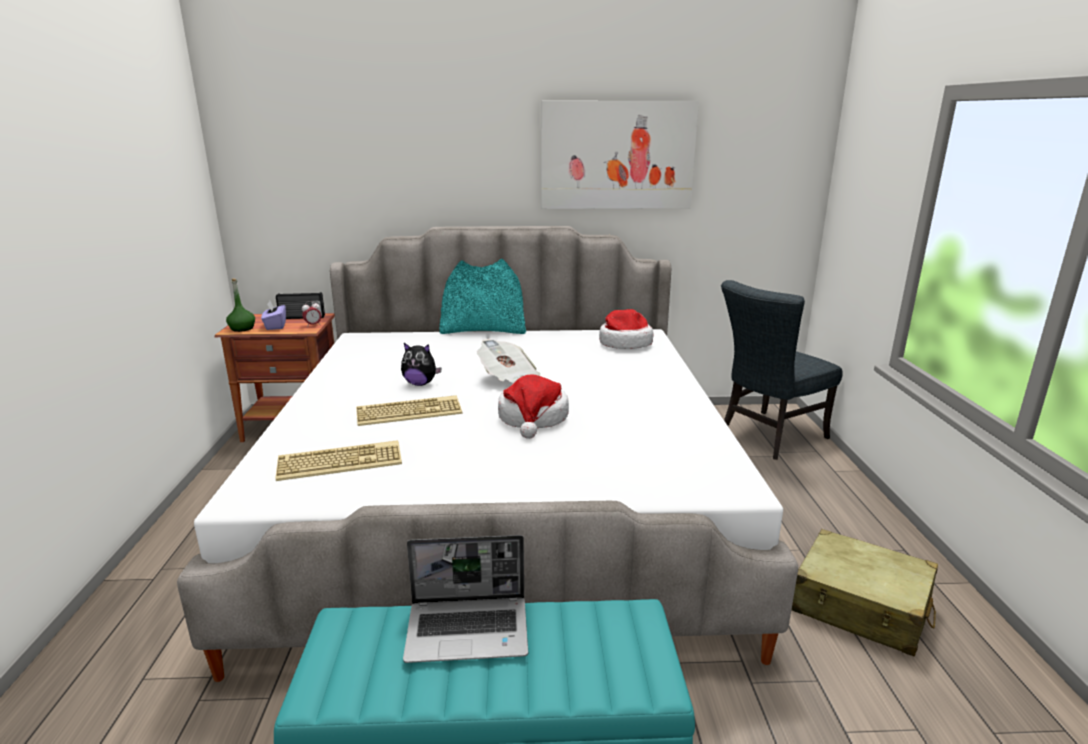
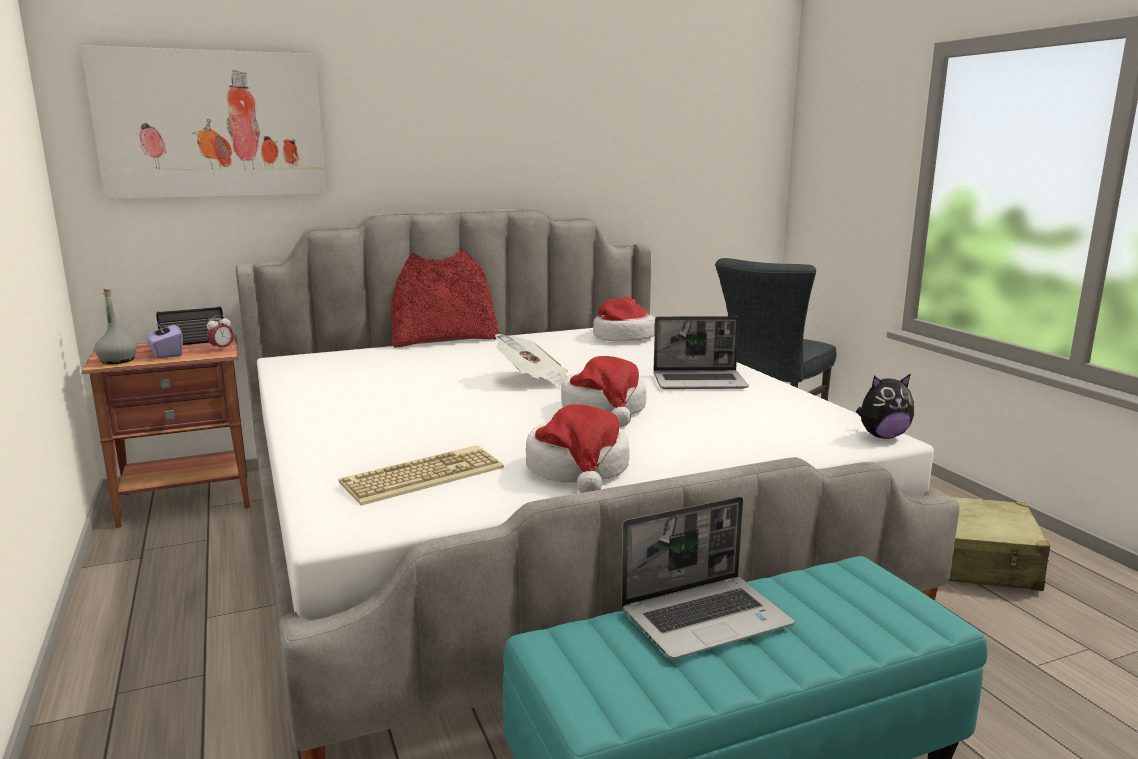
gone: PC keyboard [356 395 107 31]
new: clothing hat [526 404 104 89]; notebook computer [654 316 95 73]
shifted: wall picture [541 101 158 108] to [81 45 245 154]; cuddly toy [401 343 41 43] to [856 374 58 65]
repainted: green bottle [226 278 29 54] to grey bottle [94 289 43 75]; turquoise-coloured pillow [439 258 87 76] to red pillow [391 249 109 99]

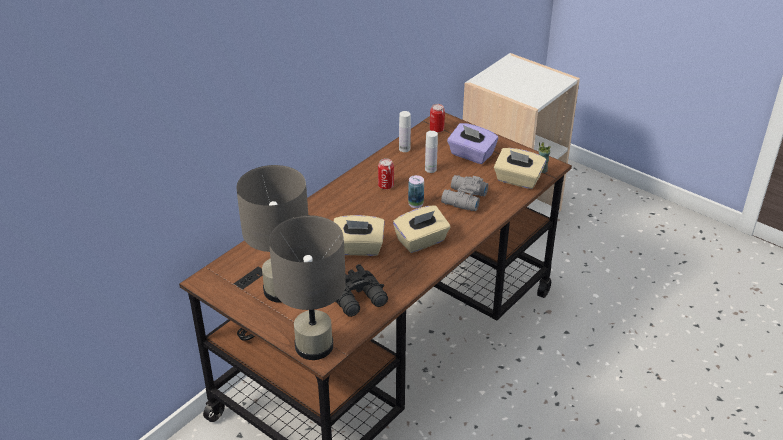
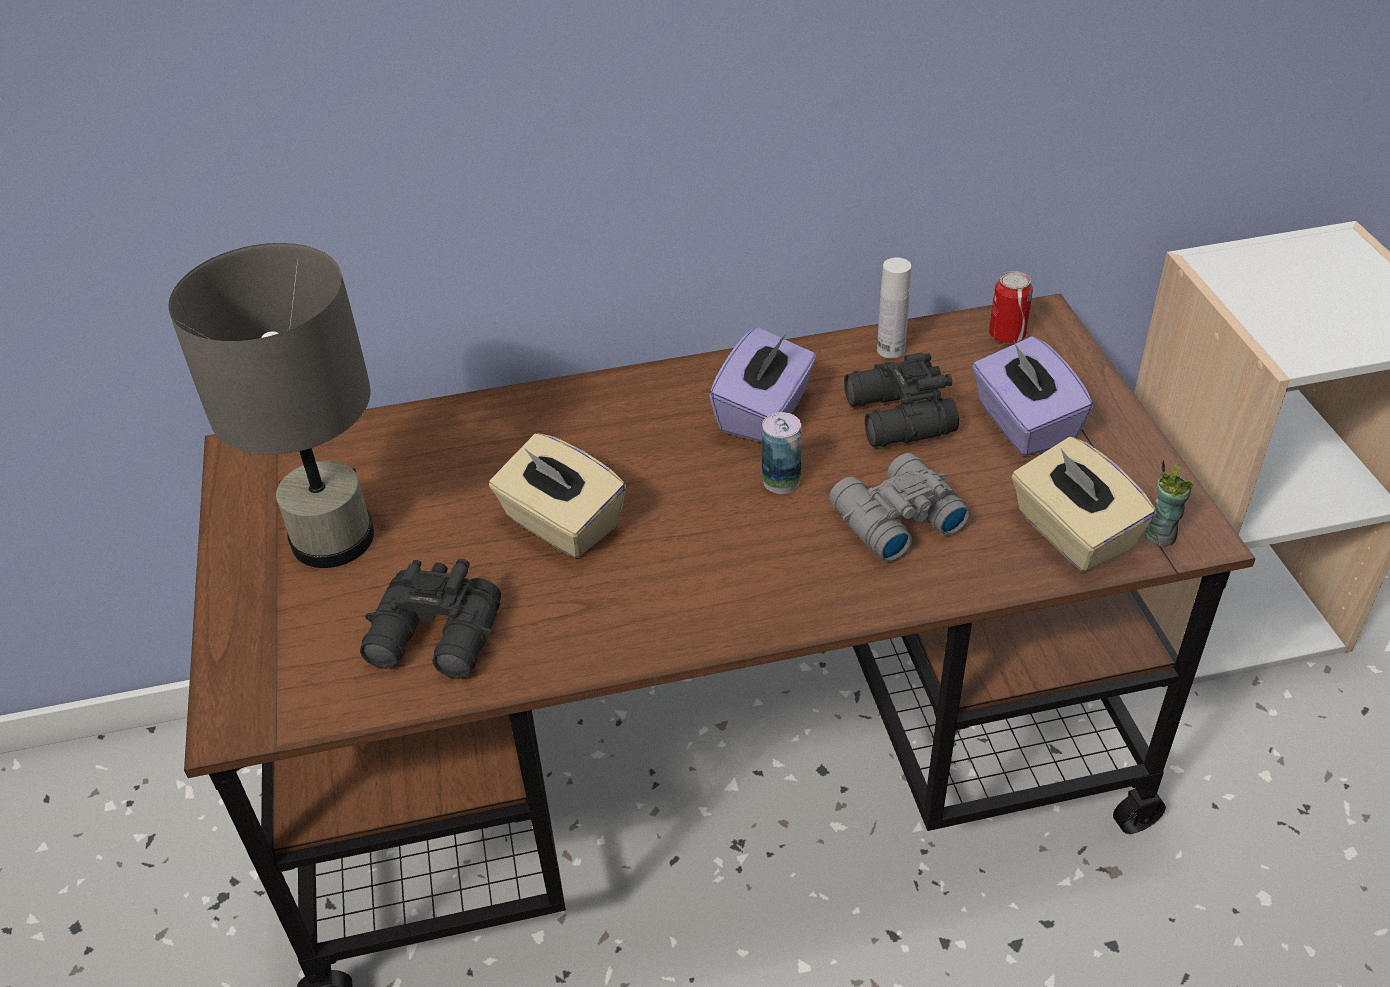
gone: grey lamp for a table [269 215 76 145]; beige box of tissues [393 205 57 48]
swapped: can [378 158 16 31] to purplish box of tissues [709 327 107 116]; white bottle [425 131 13 42] to black-coloured binoculars [844 352 115 95]

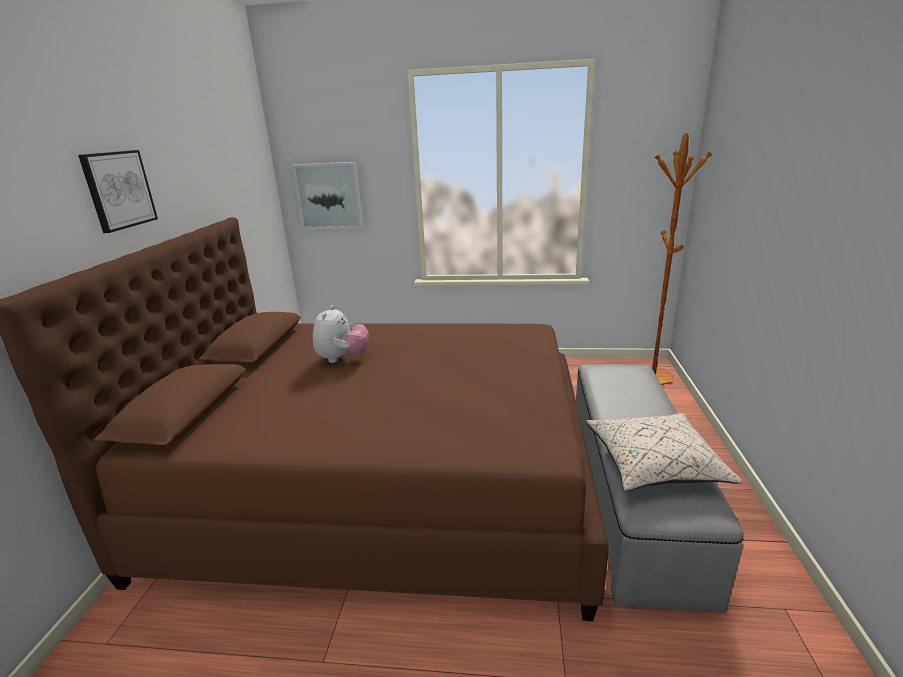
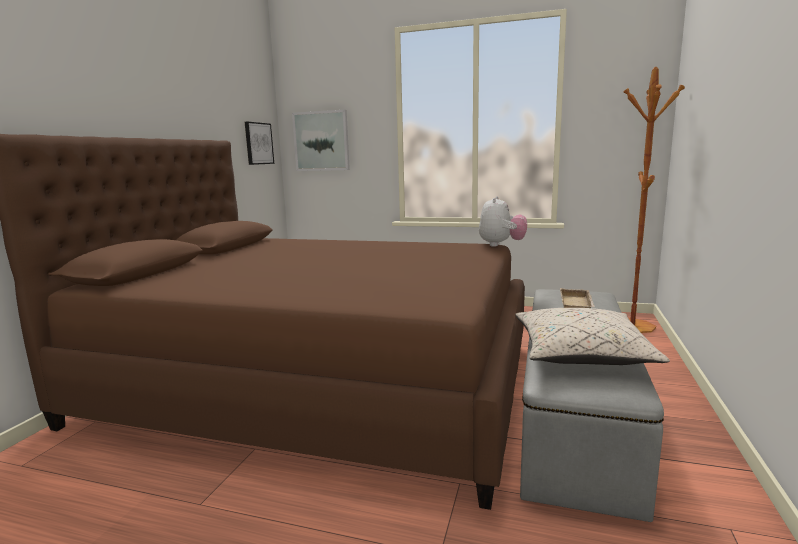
new: beige serving tray [560 288 35 20]
shifted: wall picture [78 150 80 83] to [245 122 29 43]; cuddly toy [313 305 56 58] to [479 196 48 51]

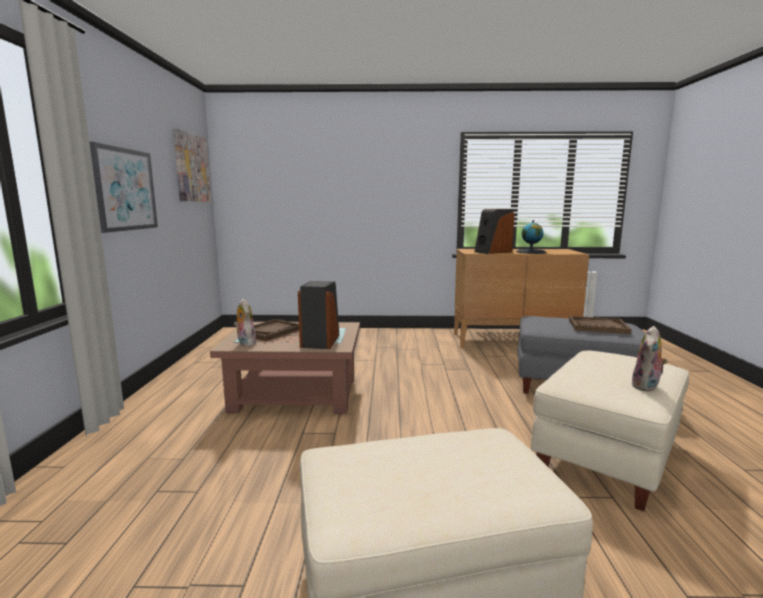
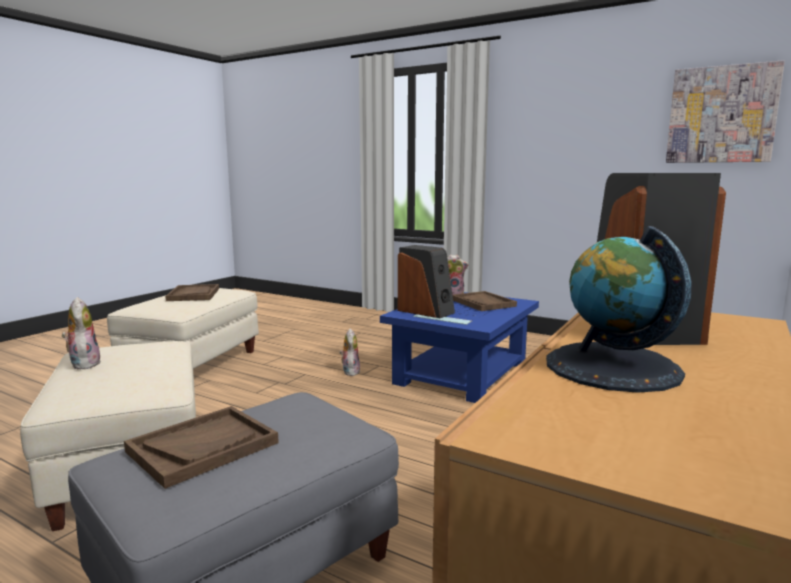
gone: wall picture [90 142 68 91]
new: brown-coloured serving tray [165 284 54 17]; cuddly toy [339 328 21 48]
repainted: brown-coloured low table [210 322 150 92] to blue low table [380 292 159 111]

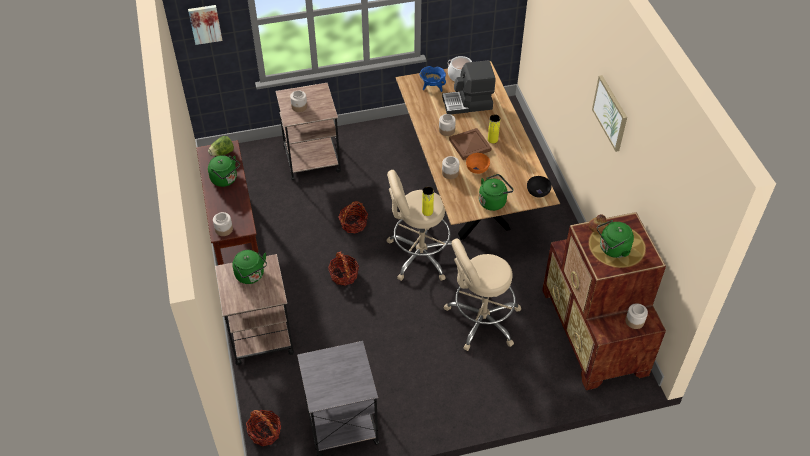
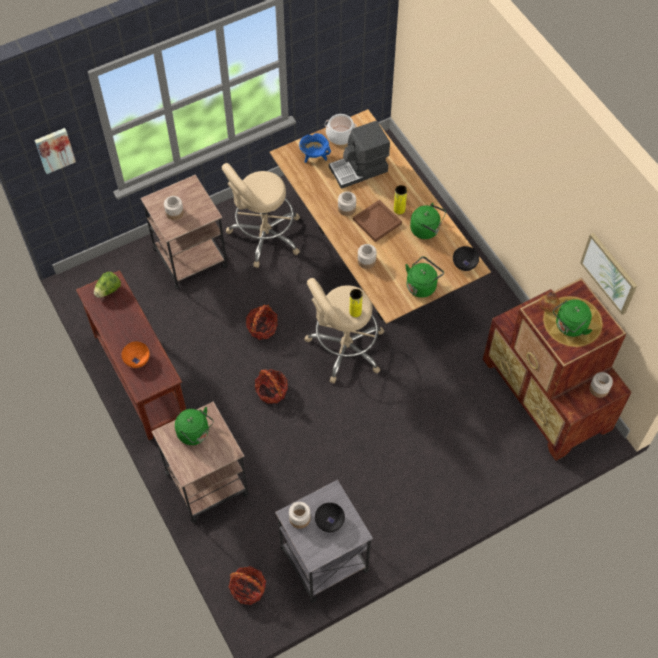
new: black-coloured bowl [315 503 30 29]
shifted: orange bowl [466 153 24 21] to [122 342 28 26]; beige sitting stool [444 238 77 113] to [221 163 79 105]; storage jar [213 212 20 24] to [289 502 21 27]; green kettle [208 155 32 32] to [410 203 36 36]; wall picture [592 75 35 77] to [580 233 57 82]

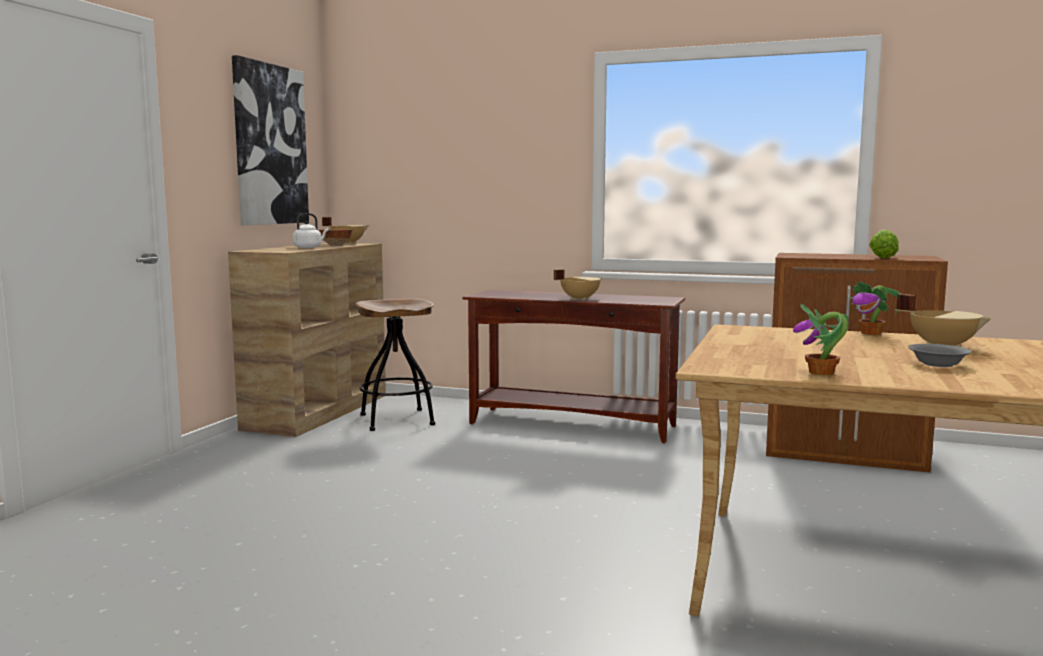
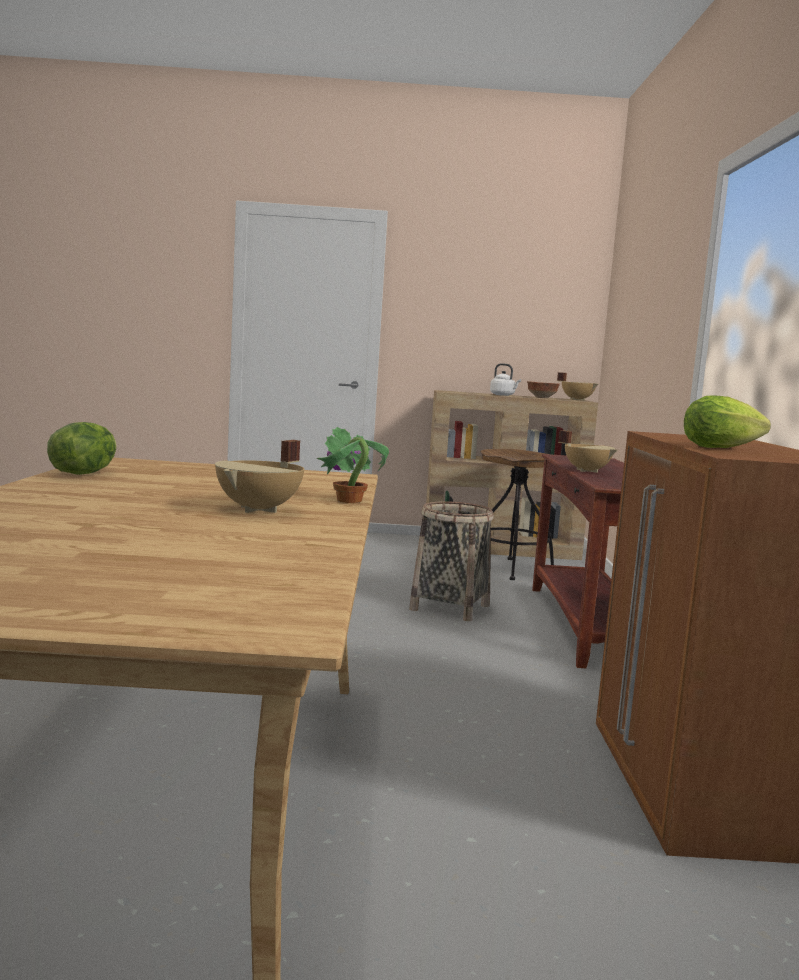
gone: wall picture [232 55 77 170]; grey bowl [908 344 64 23]
new: household basket [409 501 85 120]
swapped: plant in a pot [793 304 55 71] to lettuce [47 422 70 53]

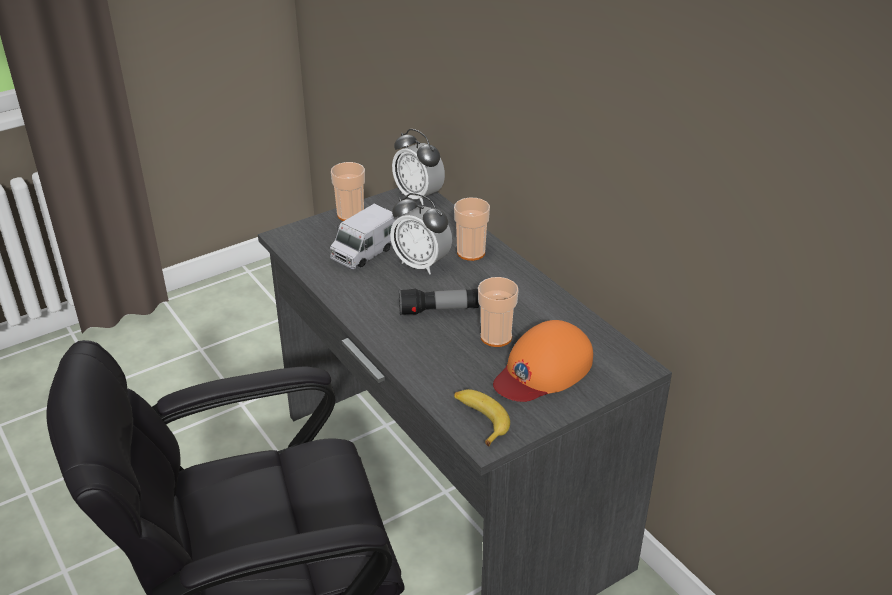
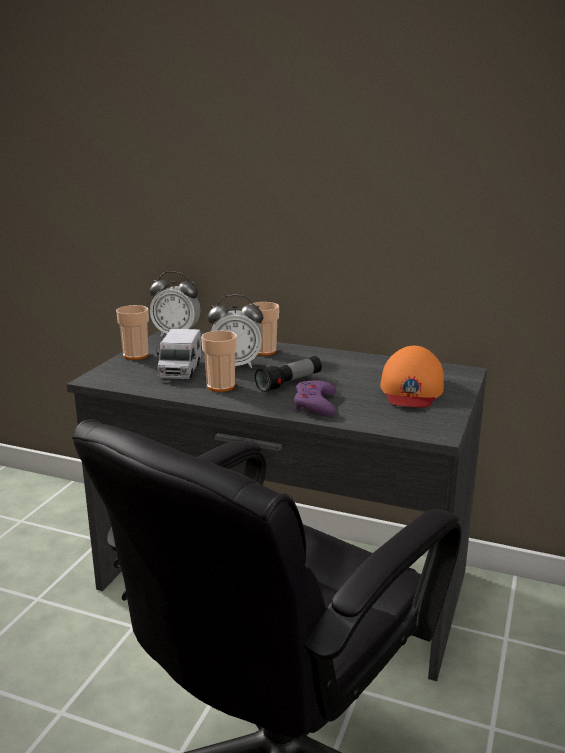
gone: banana fruit [454 389 56 58]
new: purplish game controller [294 381 42 35]
shifted: small cup [478 277 41 70] to [201 330 36 62]

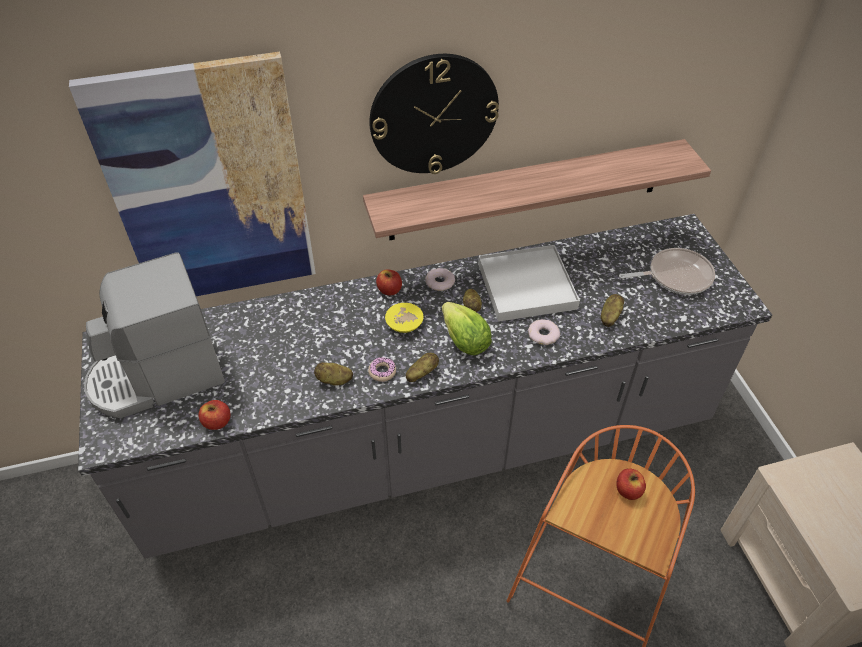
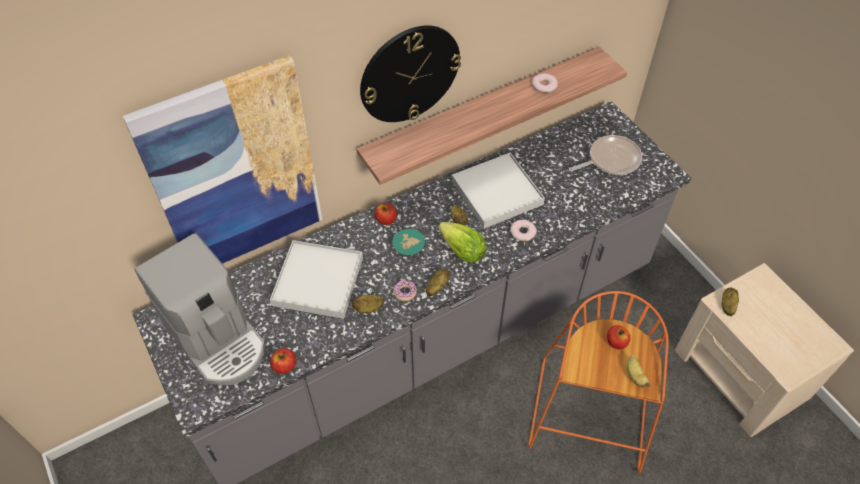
new: white serving tray [270 240 93 79]; banana fruit [627 354 24 34]
shifted: ring doughnut [425 268 30 23] to [532 73 26 20]; whole potato [601 294 23 33] to [722 288 17 28]
repainted: yellow bowl [385 303 39 30] to turquoise-coloured bowl [393 229 32 27]
rotated: coffee maker [84 252 141 166] = [134 233 131 153] 90 degrees counterclockwise

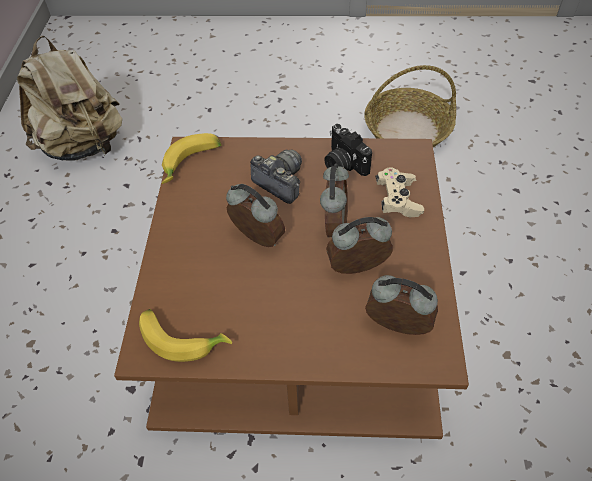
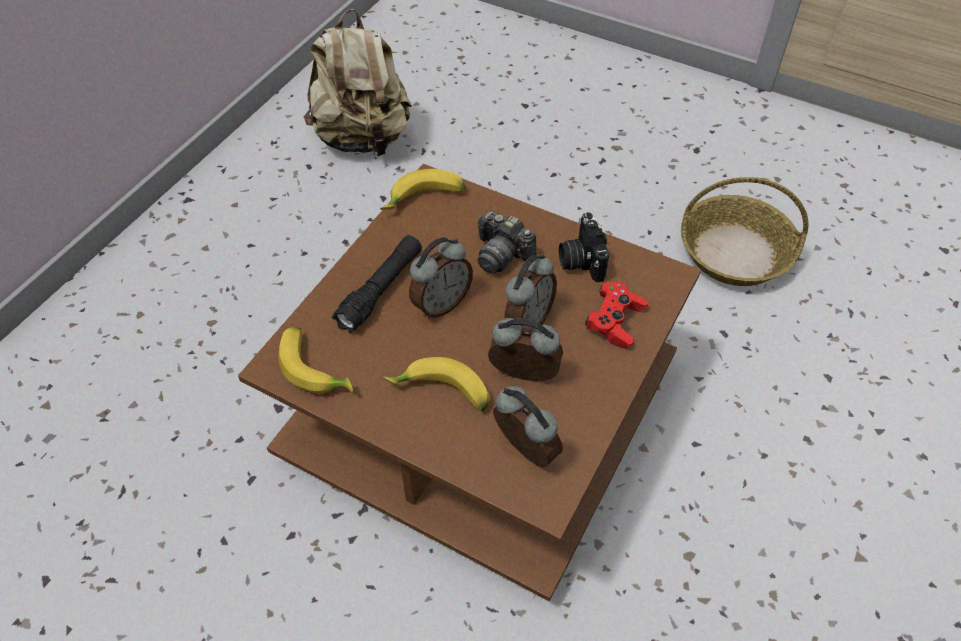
new: black-coloured torch [332 235 90 98]; banana fruit [383 357 107 55]
repainted: beige game controller [375 167 49 50] to red game controller [585 282 63 67]
rotated: alarm clock [226 184 59 63] = [409 237 64 82] 75 degrees clockwise; photo camera [250 150 52 54] = [478 210 58 64] 150 degrees clockwise

